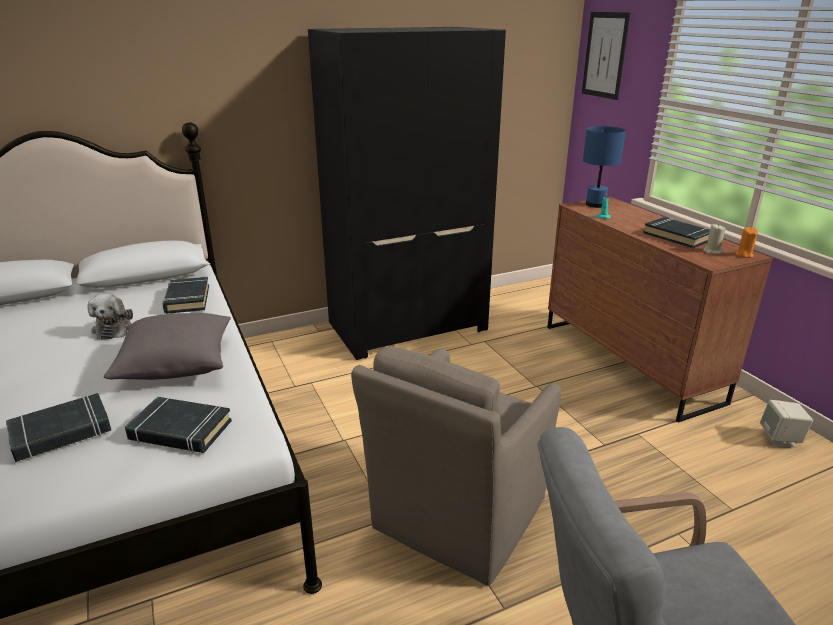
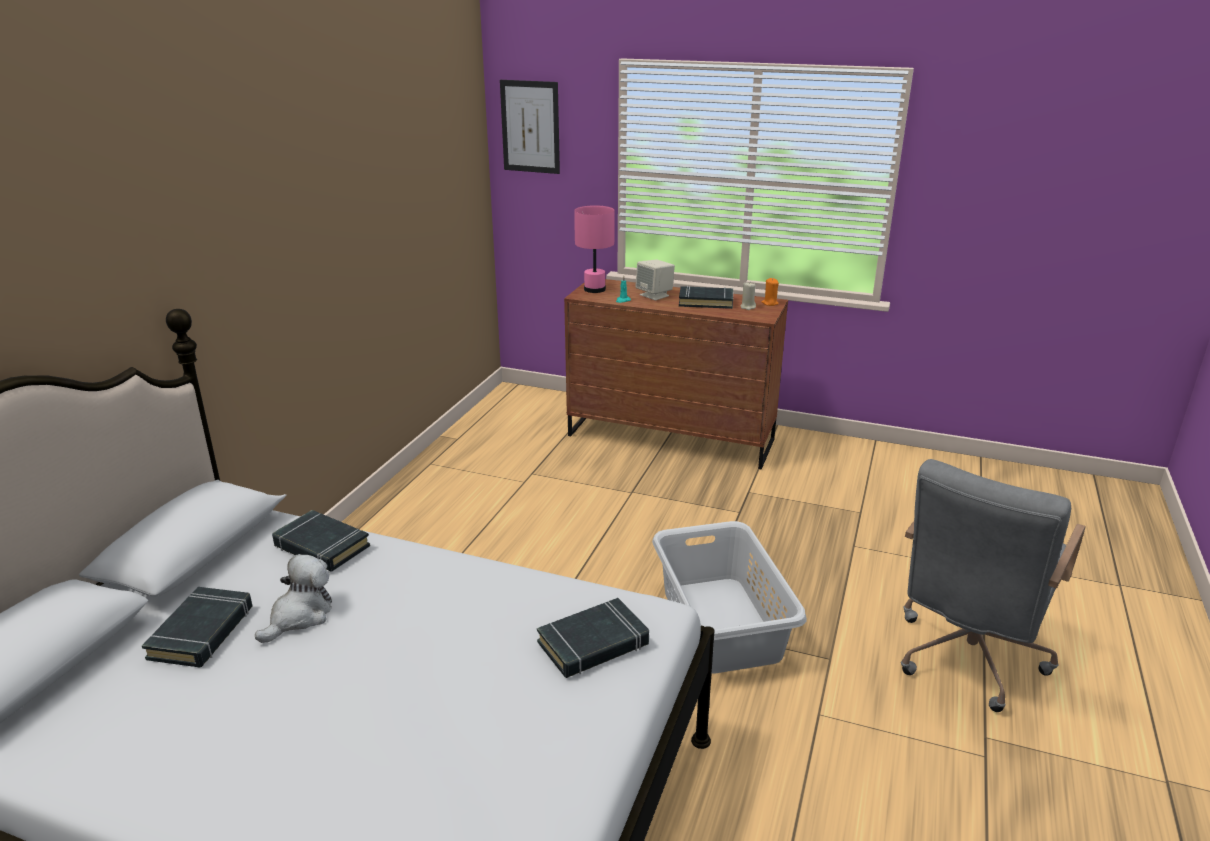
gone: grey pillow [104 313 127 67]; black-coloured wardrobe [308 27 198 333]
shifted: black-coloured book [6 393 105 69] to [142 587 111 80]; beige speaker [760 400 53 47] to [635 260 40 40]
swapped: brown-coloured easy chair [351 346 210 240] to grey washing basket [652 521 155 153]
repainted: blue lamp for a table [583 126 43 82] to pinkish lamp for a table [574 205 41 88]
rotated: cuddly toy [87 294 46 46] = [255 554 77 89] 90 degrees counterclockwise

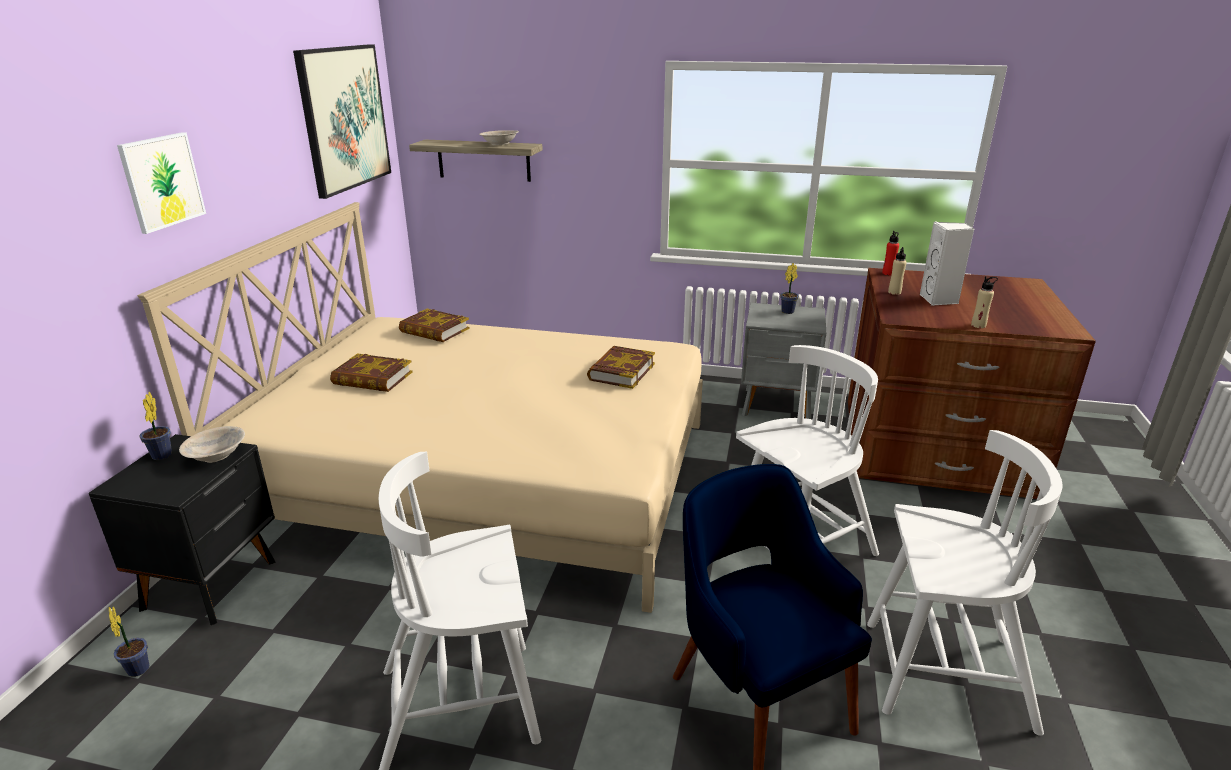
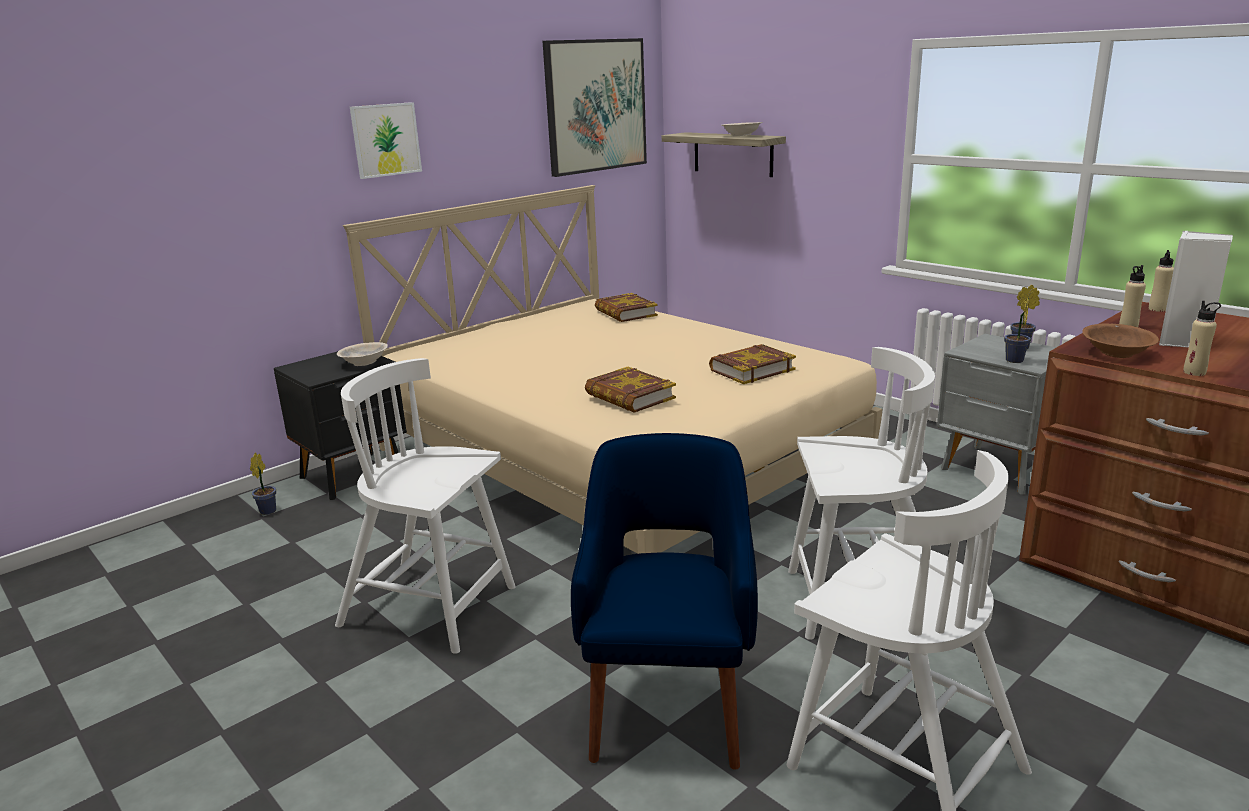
new: brown-coloured bowl [1082 324 77 34]
shifted: book [330 353 82 39] to [585 367 91 46]; plant in a pot [139 391 33 69] to [1004 299 27 64]
repainted: red bottle [882 231 17 44] to beige bottle [1148 250 26 62]

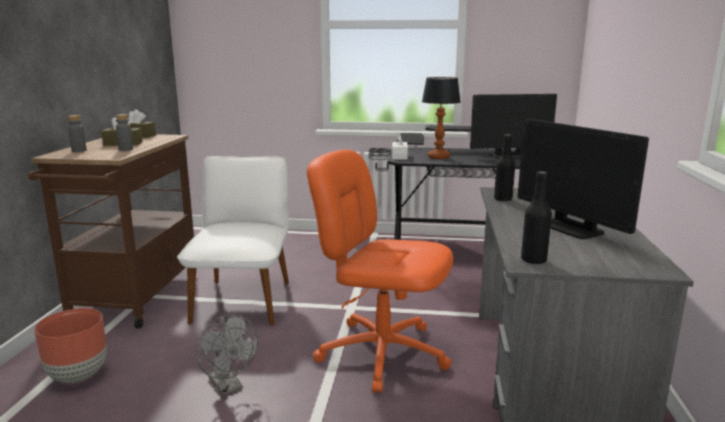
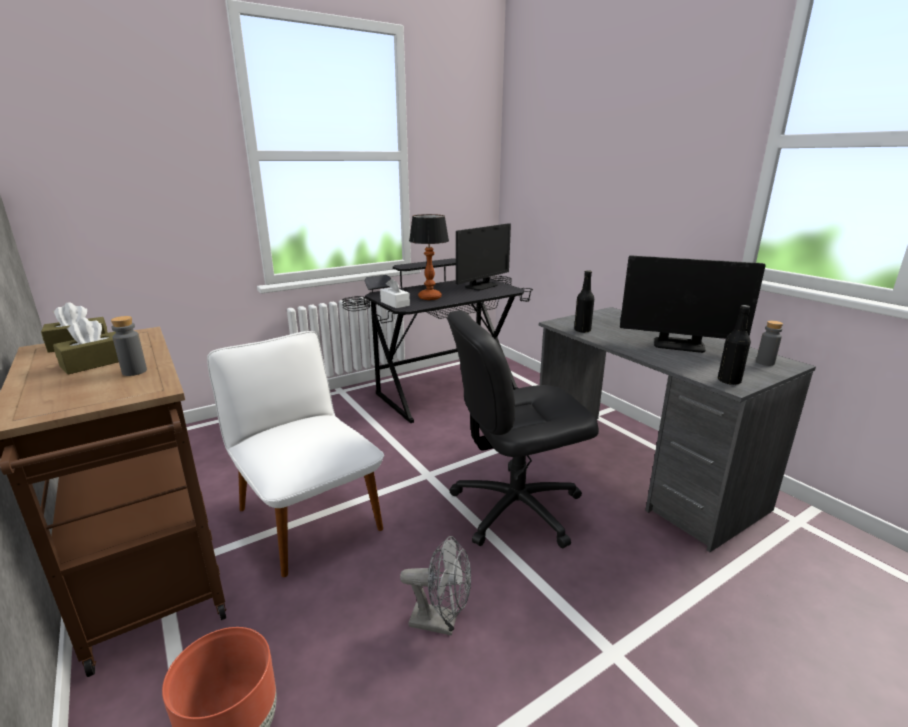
shifted: grey bottle [68 115 19 37] to [756 321 27 45]
repainted: orange computer chair [307 150 146 243] to black-coloured computer chair [447 310 152 238]

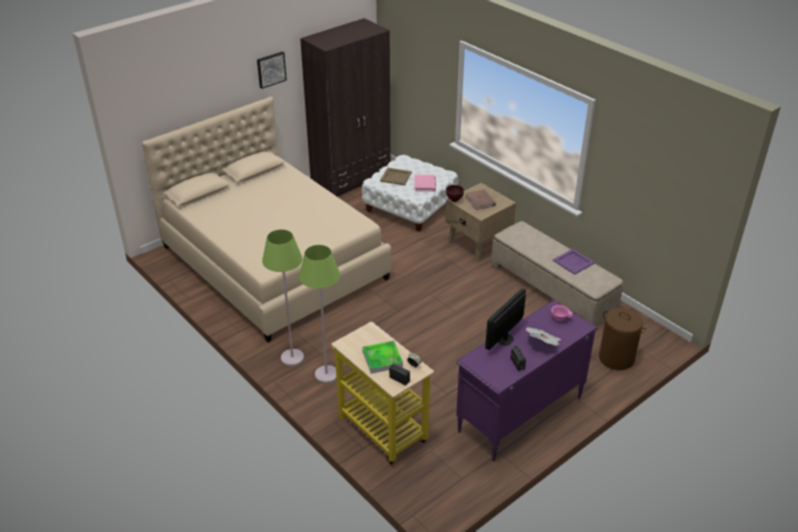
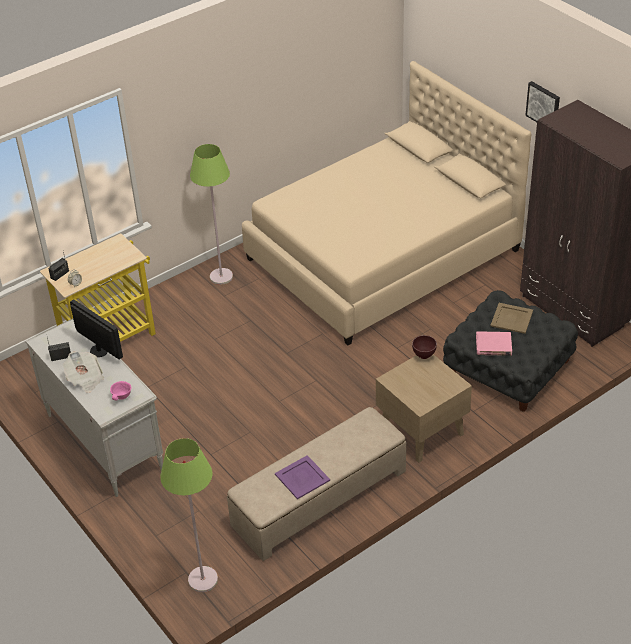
gone: serving tray [362 341 41 33]; brown-coloured book [465 189 31 21]; brown-coloured washing basket [599 308 47 62]
shifted: green standard lamp [299 245 41 138] to [160 438 58 154]
repainted: purplish chest of drawers [456 301 142 161] to white chest of drawers [25 319 138 178]; white pouffe [362 155 97 77] to black-coloured pouffe [443 290 135 122]

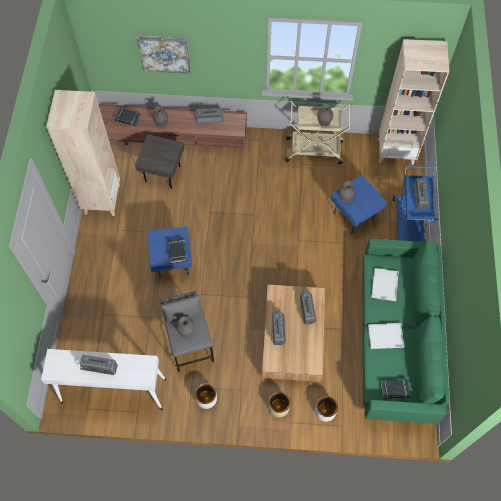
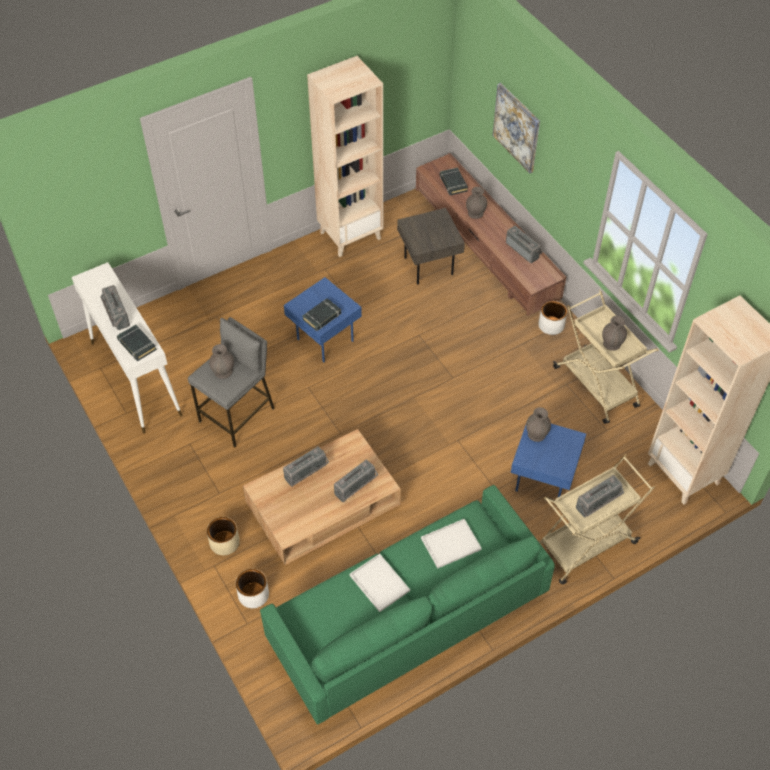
shifted: black-coloured book [380 379 30 20] to [117 325 40 36]; white planter [195 383 22 26] to [538 301 29 34]
repainted: blue wheeled cart [392 164 47 78] to beige wheeled cart [539 454 116 131]

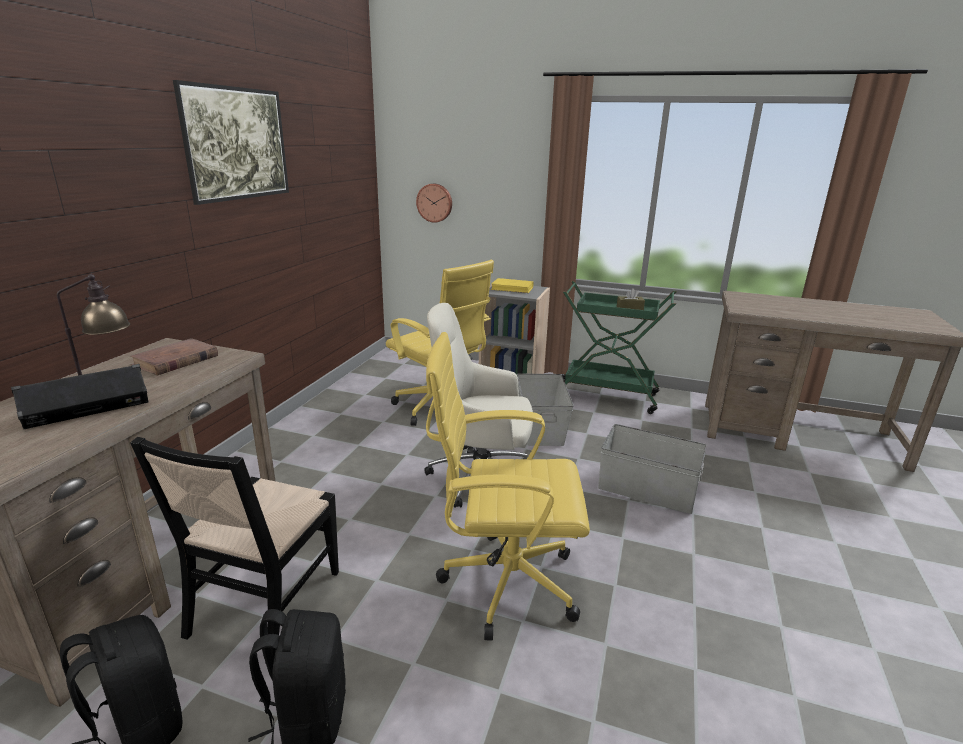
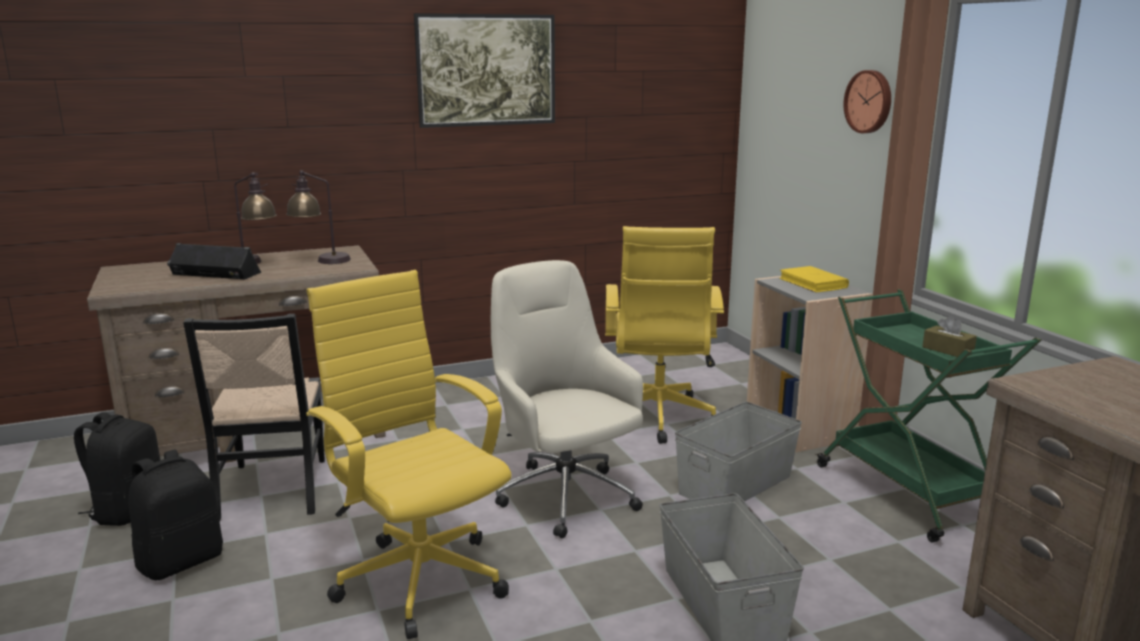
shifted: clock on the wall [416 184 36 39] to [843 70 48 63]
swapped: brown-coloured book [130 338 88 38] to lamp for a table [286 170 65 94]
rotated: plain chair [130 437 209 227] = [183 314 142 207] 75 degrees counterclockwise

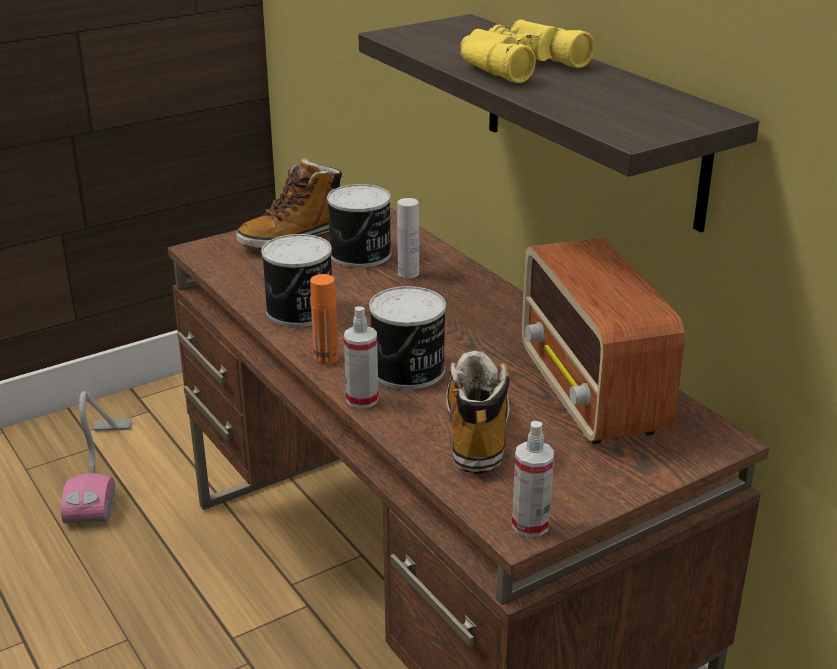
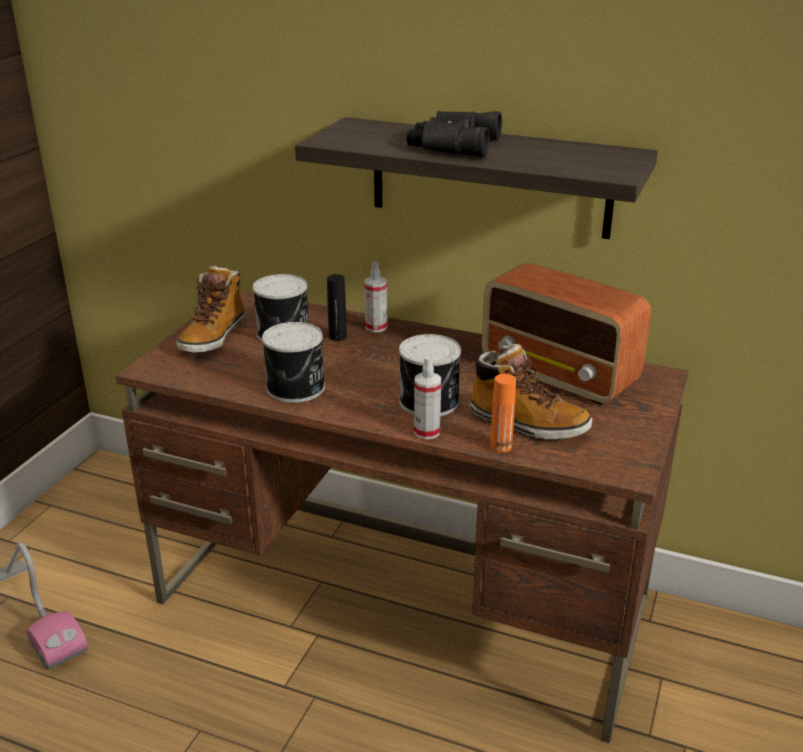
shifted: spray bottle [512 421 42 116] to [364 262 23 70]; orange bottle [310 274 28 91] to [490 374 26 79]
repainted: white bottle [397 198 22 80] to black-coloured bottle [327 274 20 67]; yellow binoculars [460 19 134 64] to black-coloured binoculars [406 111 96 46]
rotated: boot [446 350 64 124] = [470 344 122 97] 150 degrees clockwise

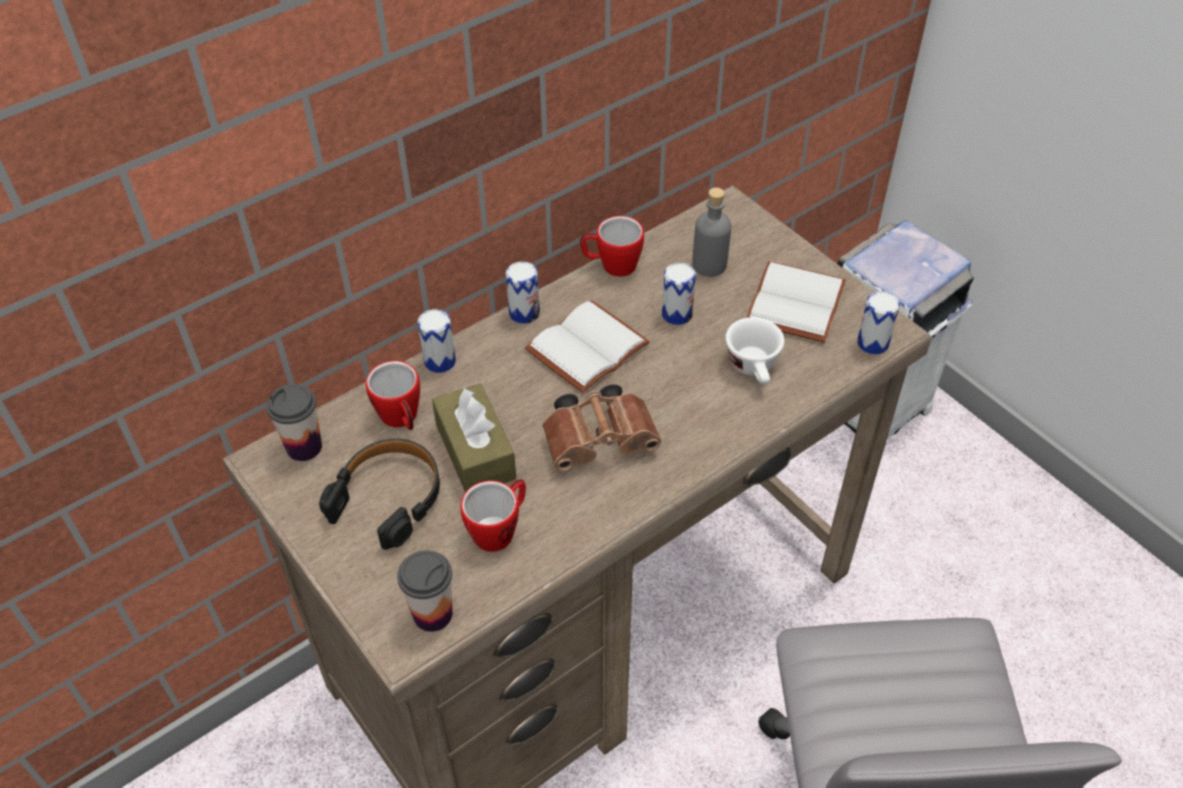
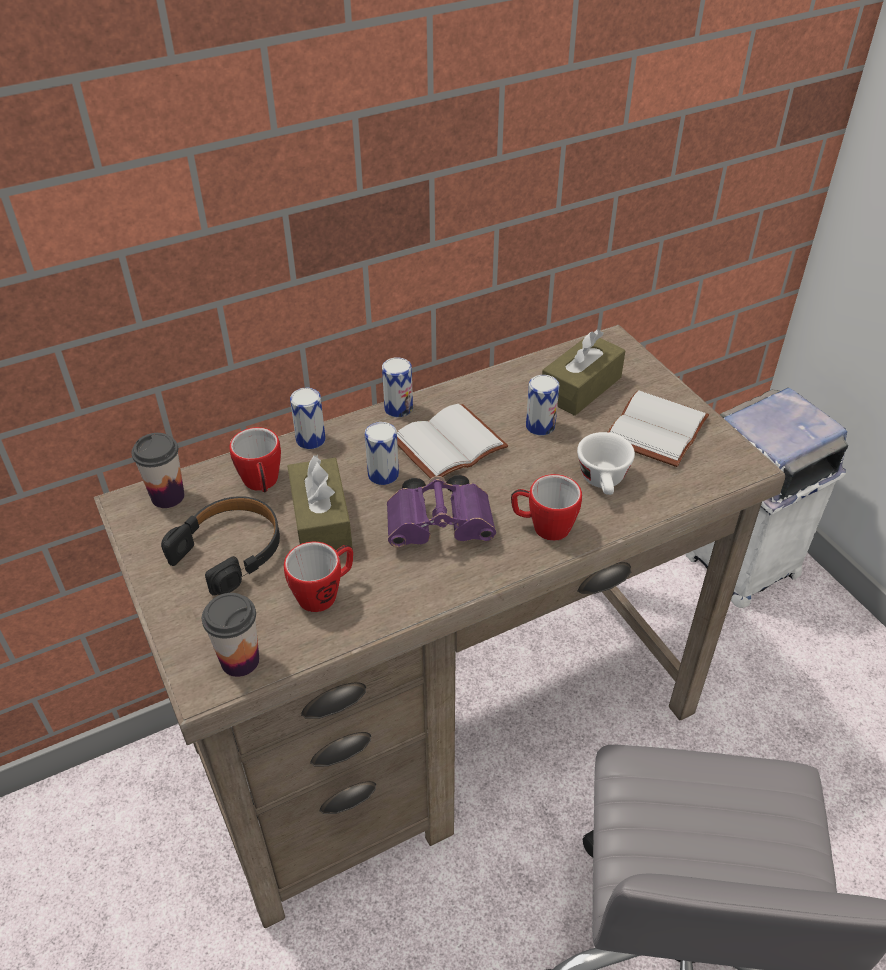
shifted: can [857 291 43 63] to [365 422 34 63]; coffee mug [580 216 64 61] to [511 474 71 67]
swapped: grey bottle [692 188 39 89] to brown-coloured box of tissues [542 329 83 87]
repainted: brown-coloured binoculars [543 384 119 87] to purplish binoculars [387 475 109 72]

